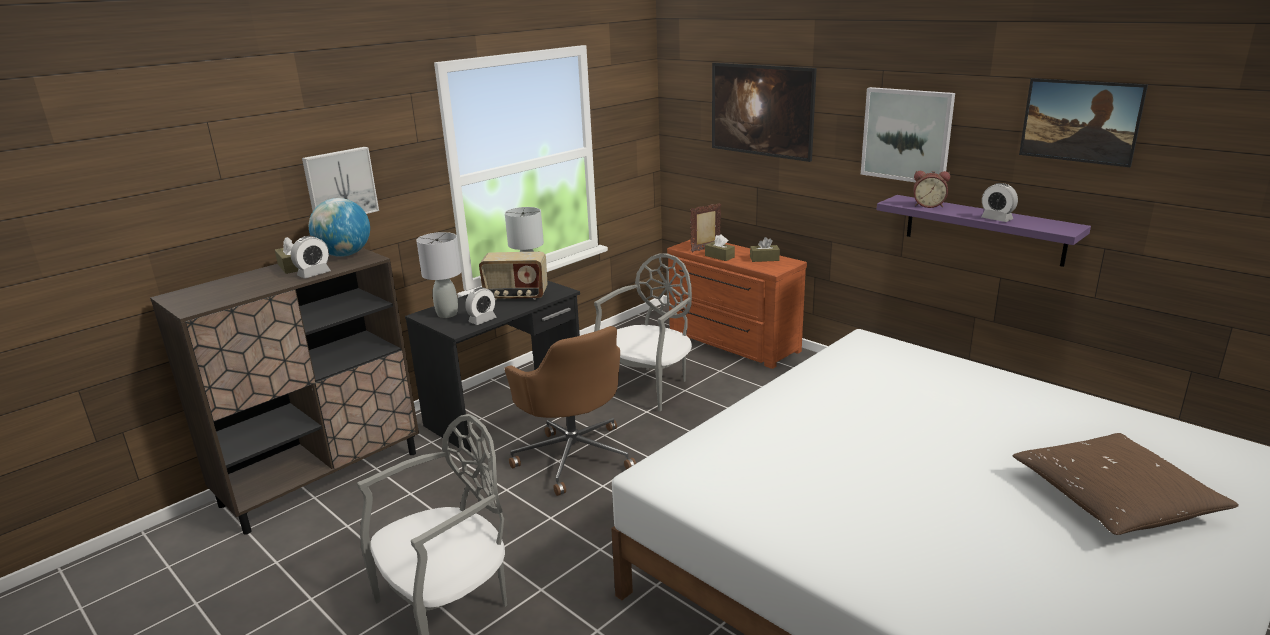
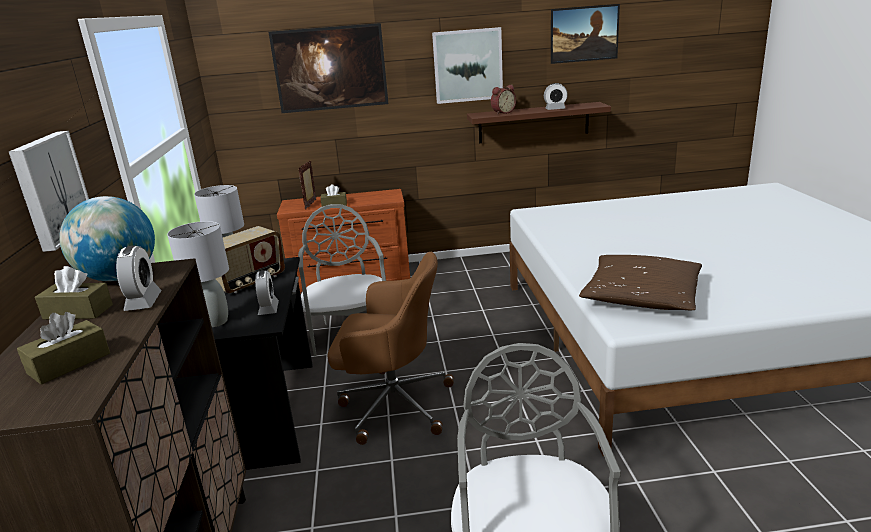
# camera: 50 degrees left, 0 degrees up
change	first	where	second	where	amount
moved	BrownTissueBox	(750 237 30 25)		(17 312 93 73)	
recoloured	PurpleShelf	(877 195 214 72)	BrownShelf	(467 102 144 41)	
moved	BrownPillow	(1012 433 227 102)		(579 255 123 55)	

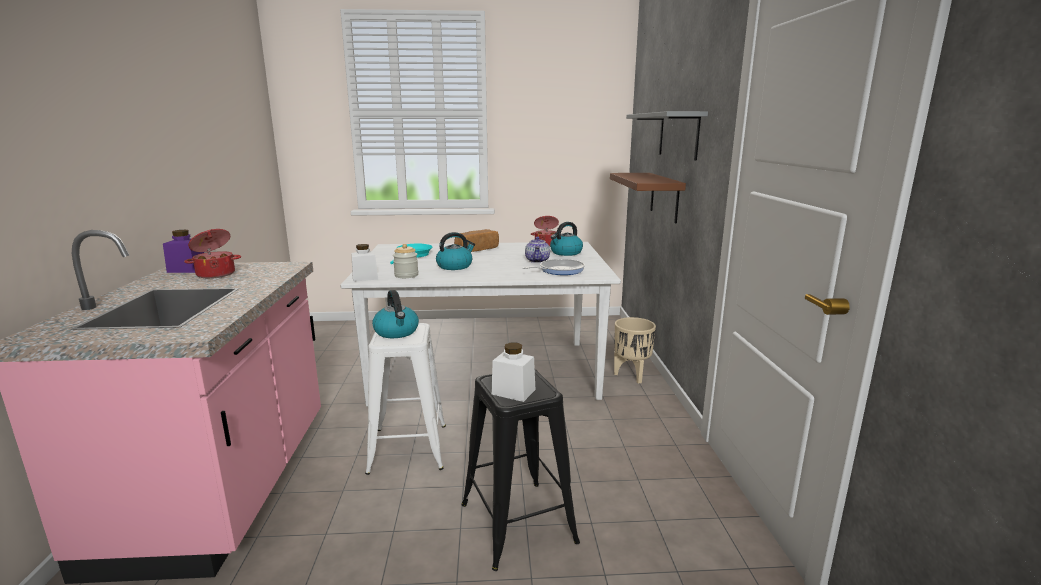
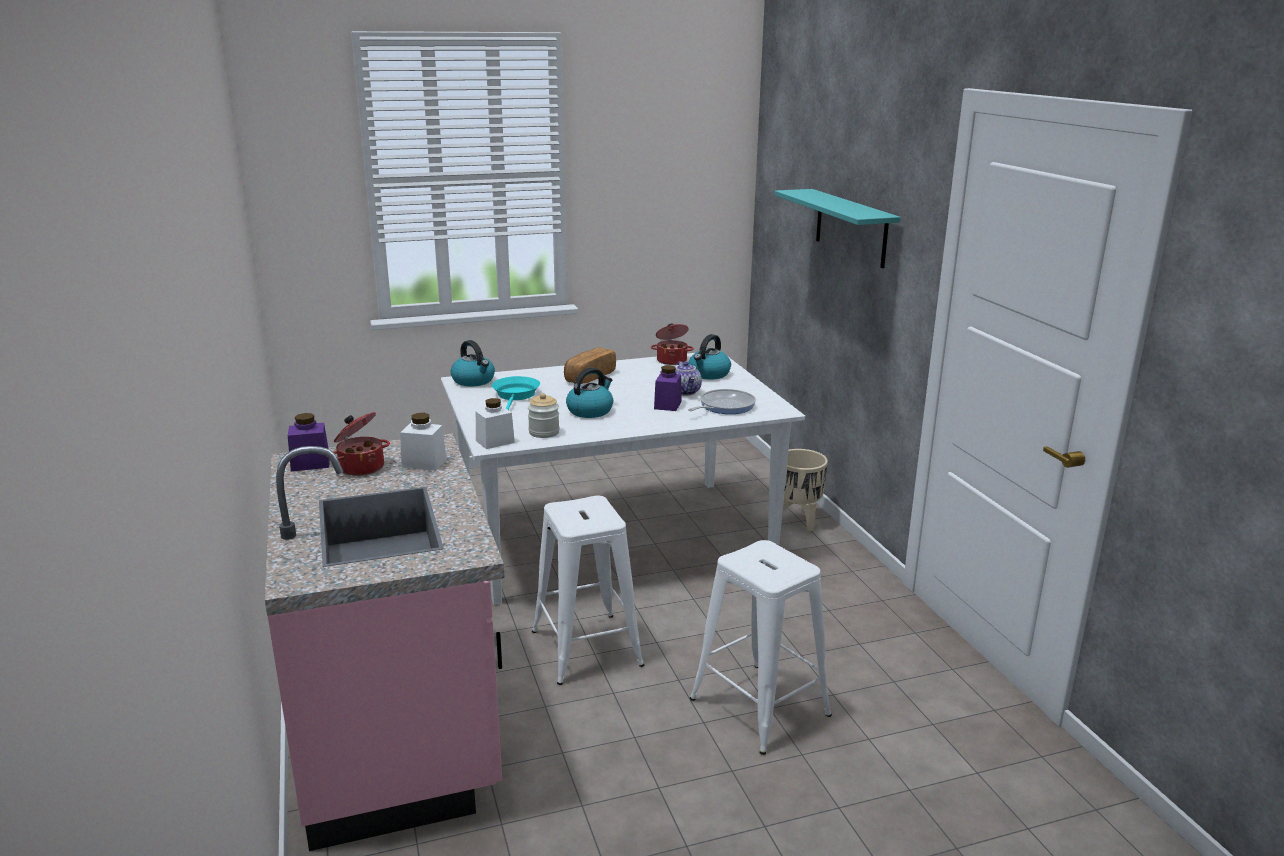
# camera: 15 degrees left, 5 degrees up
change	first	where	second	where	amount
moved	WhiteJar	(491 343 44 59)		(400 413 47 58)	
moved	Kettle	(372 290 47 48)		(451 340 44 46)	
added			PurpleJar	(654 365 28 46)	
recoloured	BlackStool	(462 369 118 202)	WhiteStool	(690 540 142 215)	
recoloured	GreyShelf	(626 111 82 49)	TurquoiseShelf	(774 189 127 79)	
removed	BrownShelf	(610 173 76 51)			

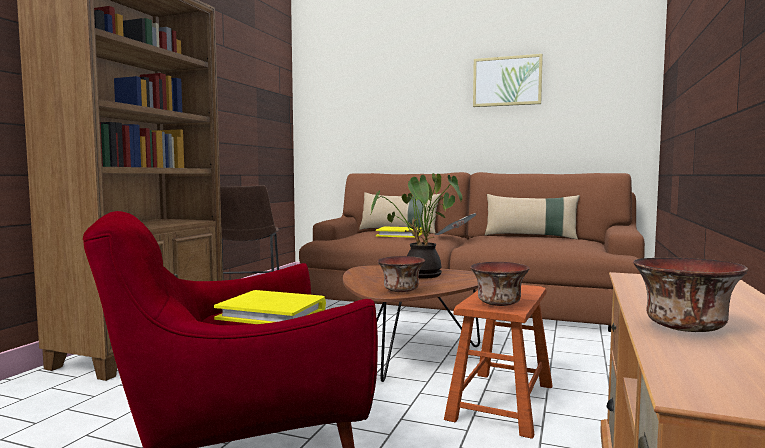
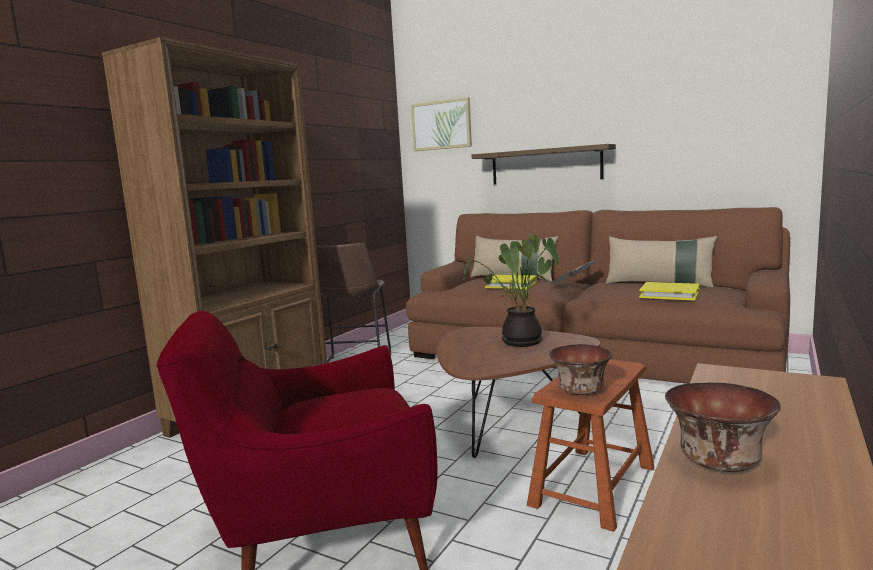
# camera: 10 degrees right, 5 degrees up
change	first	where	second	where	amount
moved	Picture	(473 54 70 53)		(411 97 61 54)	
added			Shelf	(472 144 144 40)	
moved	YellowBook	(214 290 112 34)		(639 282 61 18)	
removed	Bowl	(377 256 48 36)			

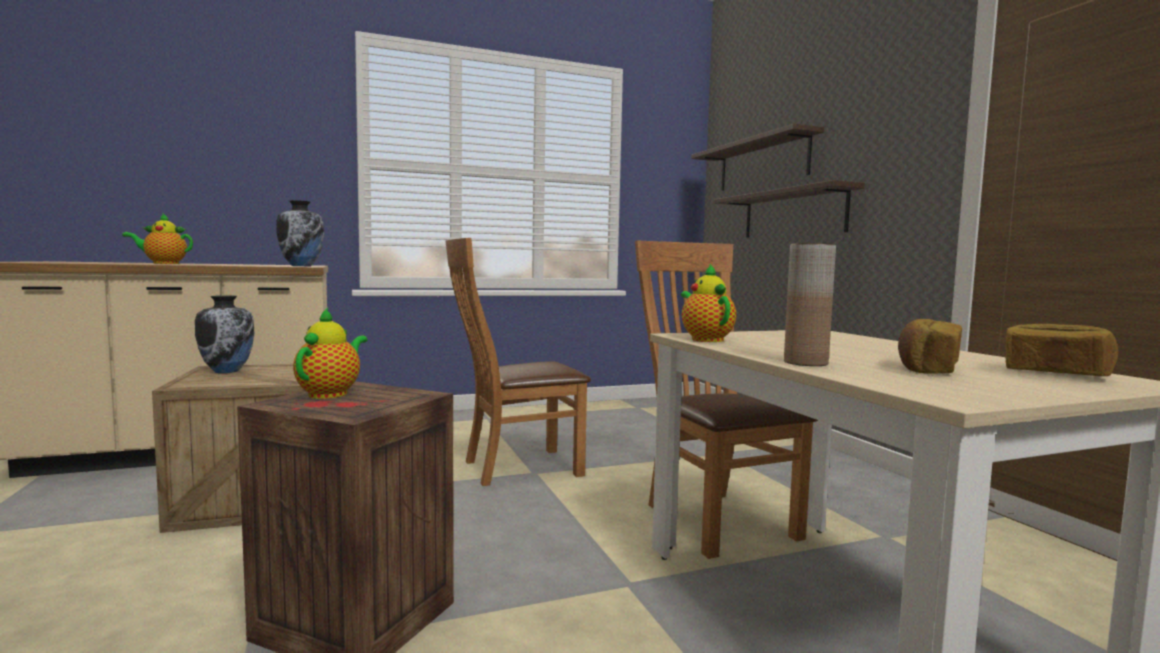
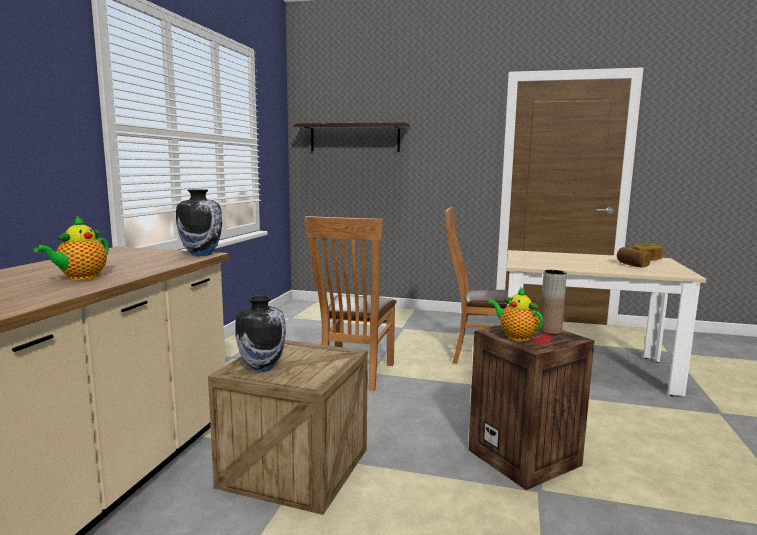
# camera: 55 degrees left, 5 degrees up
change	first	where	second	where	amount
moved	BrownVase	(784 243 52 123)		(539 270 28 64)	
removed	Teapot	(681 264 55 78)			
removed	Shelf	(714 180 151 58)			

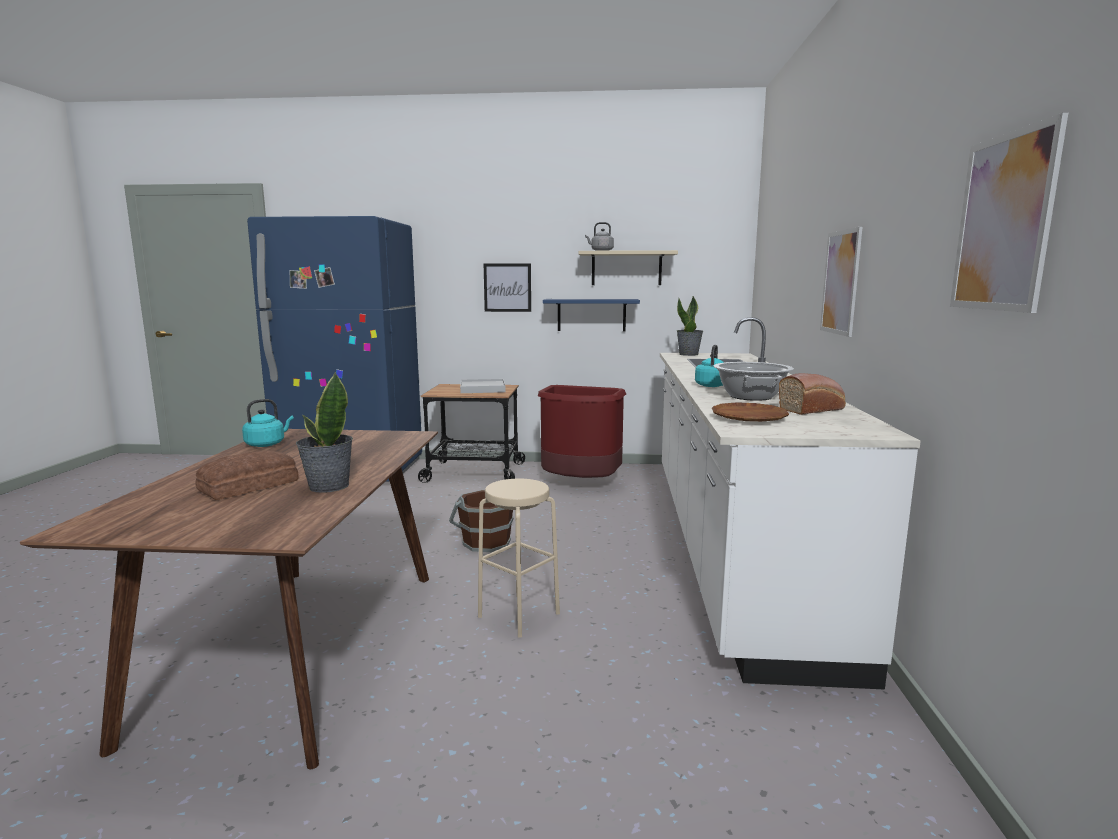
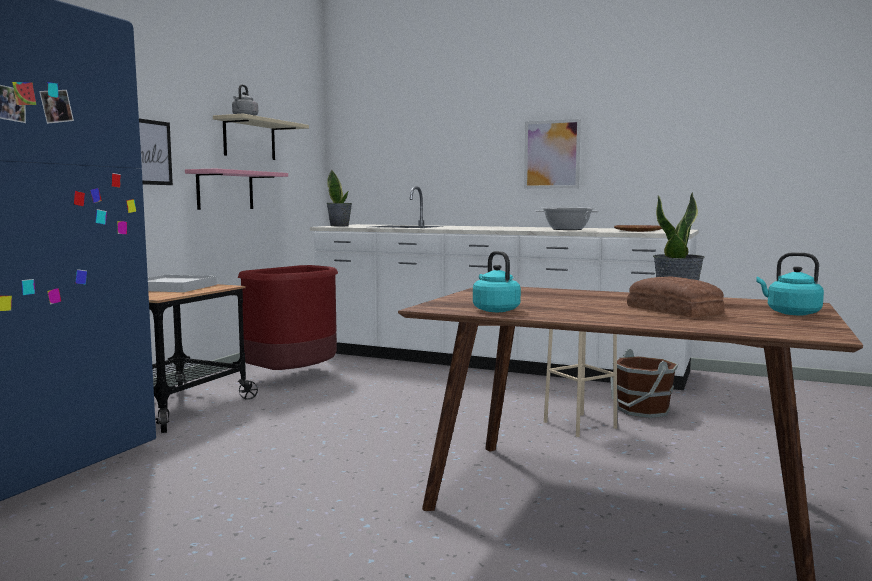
# camera: 70 degrees left, 5 degrees down
change	first	where	second	where	amount
recoloured	BlueShelf	(543 299 97 32)	PinkShelf	(185 169 103 41)	
moved	BrownBucket	(449 490 65 62)		(610 349 68 69)	
moved	TurquoiseKettle	(695 345 29 42)		(756 252 68 63)	
removed	Bread	(779 373 67 42)			
removed	Picture	(950 113 118 200)			

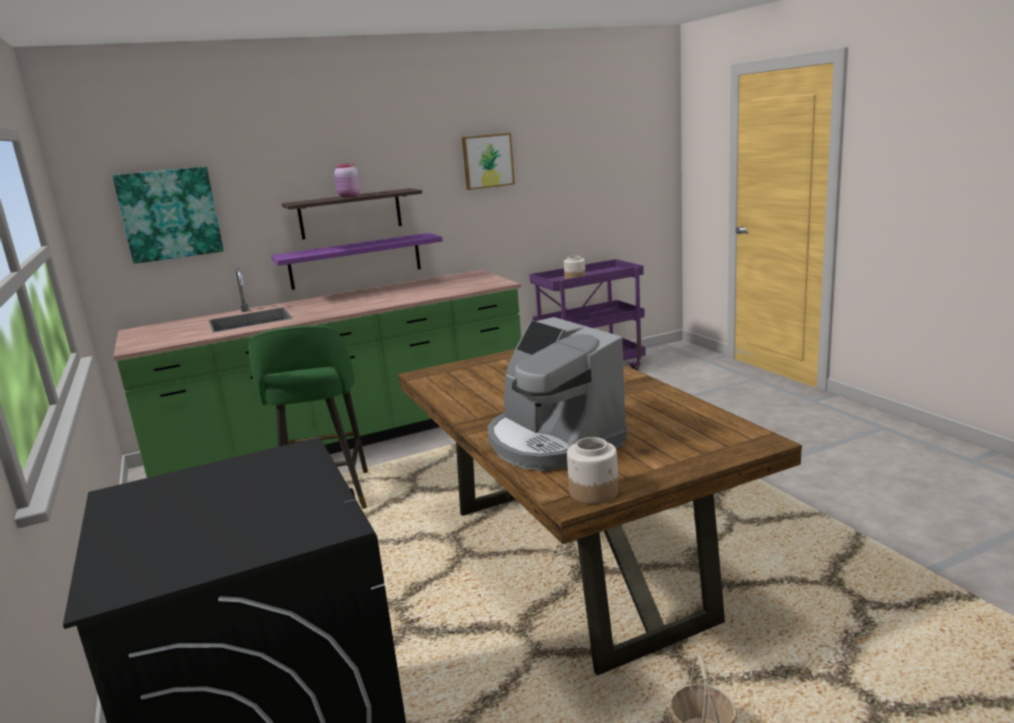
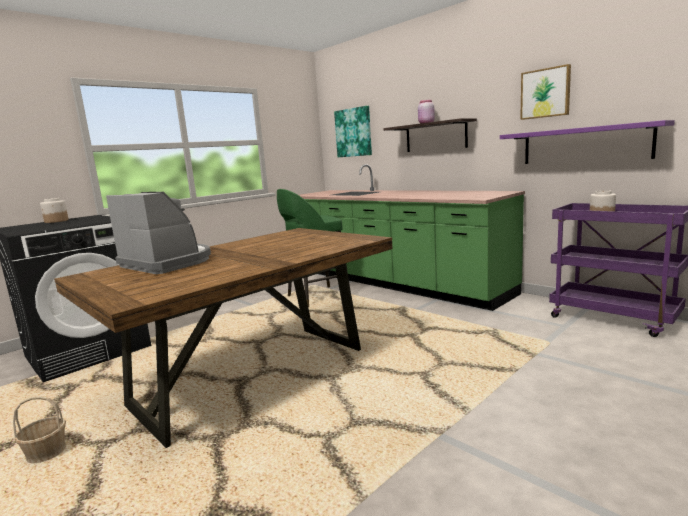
# camera: 70 degrees right, 5 degrees down
change	first	where	second	where	amount
moved	Jar	(567 437 51 67)		(40 198 29 25)	
turned	CoffeeMachine	(488 317 140 154)		(106 192 105 82)	90 degrees clockwise
moved	PurpleShelf	(271 233 172 57)		(500 120 175 44)	

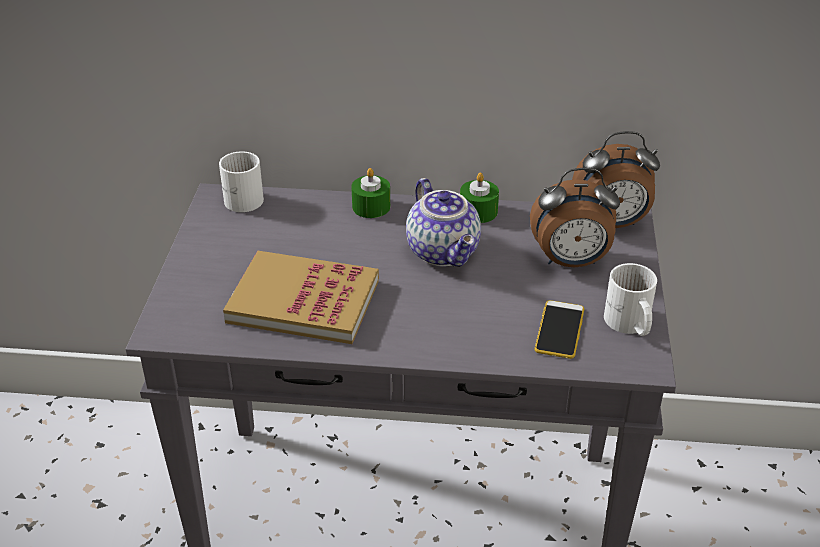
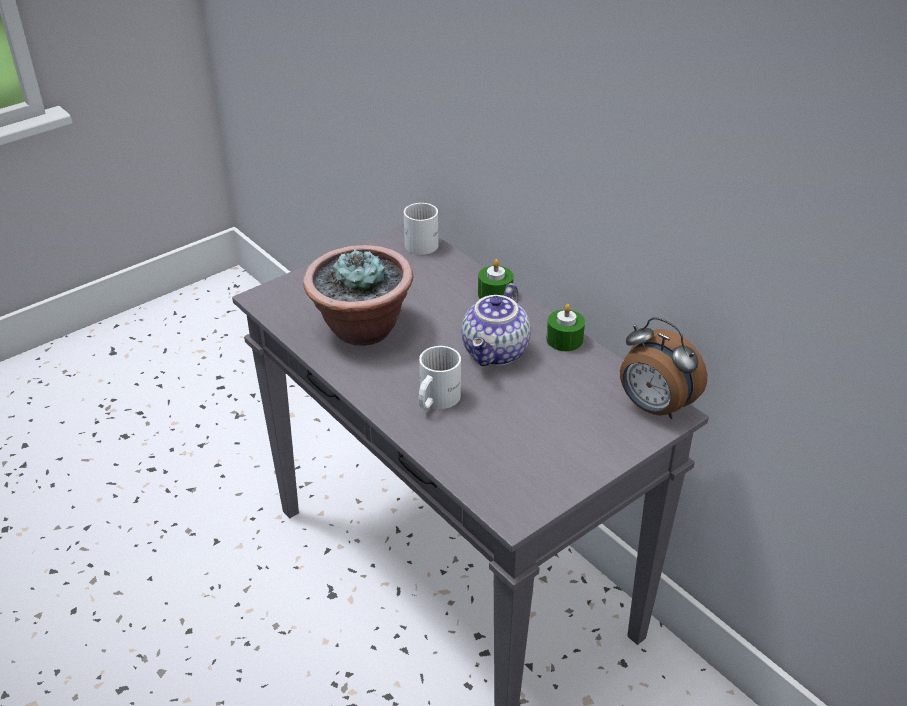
# camera: 45 degrees right, 0 degrees up
change	first	where	second	where	amount
replaced	Book	(223 251 156 93)	PottedPlant	(303 245 110 101)	
moved	WhiteMug	(604 263 53 73)		(419 346 42 63)	
removed	AlarmClock	(530 168 90 99)			
removed	Phone	(535 300 49 59)			

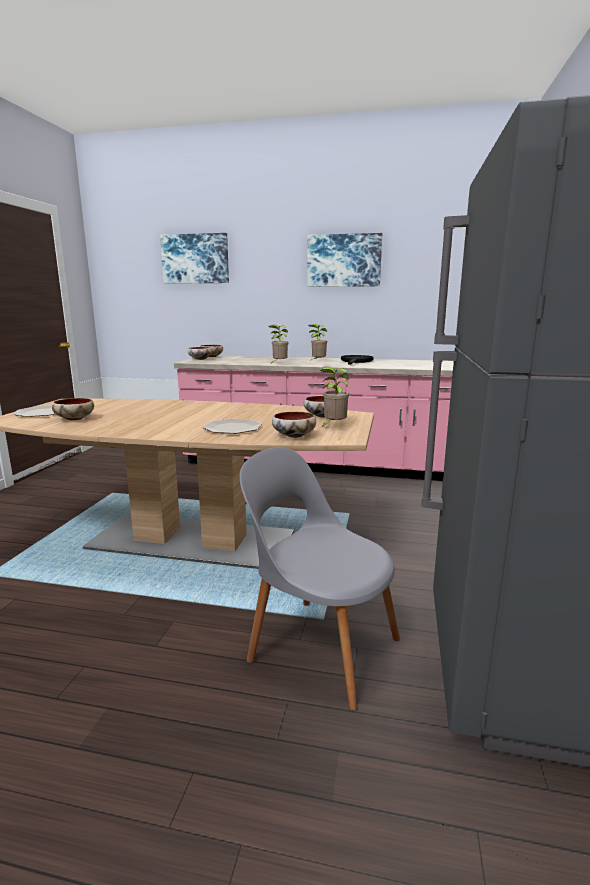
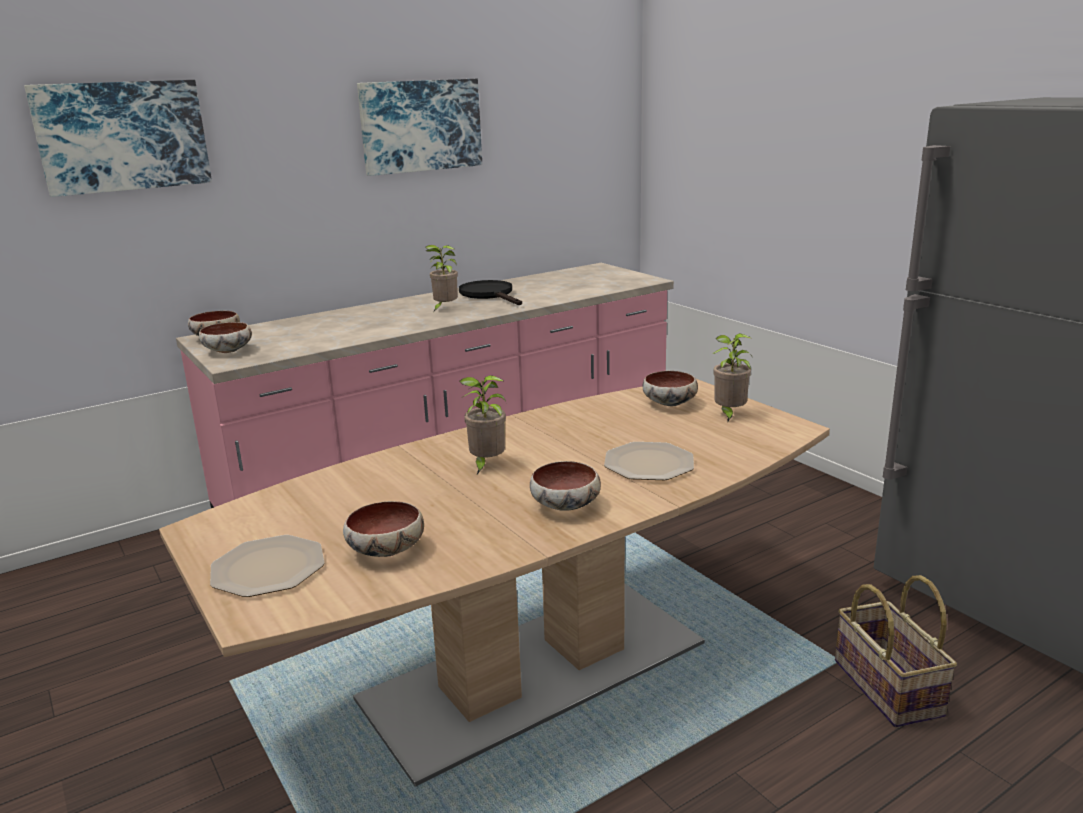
# camera: 45 degrees left, 5 degrees up
change	first	where	second	where	amount
moved	PottedPlant	(268 325 20 38)		(459 375 47 99)	
moved	Bowl	(272 412 44 26)		(530 461 71 50)	
replaced	GreyChair	(240 447 160 264)	Basket	(835 575 122 152)	

